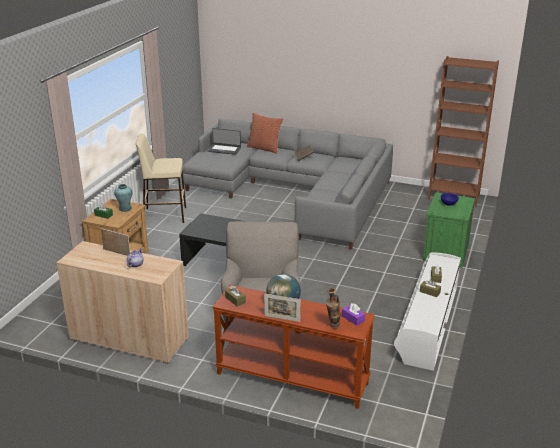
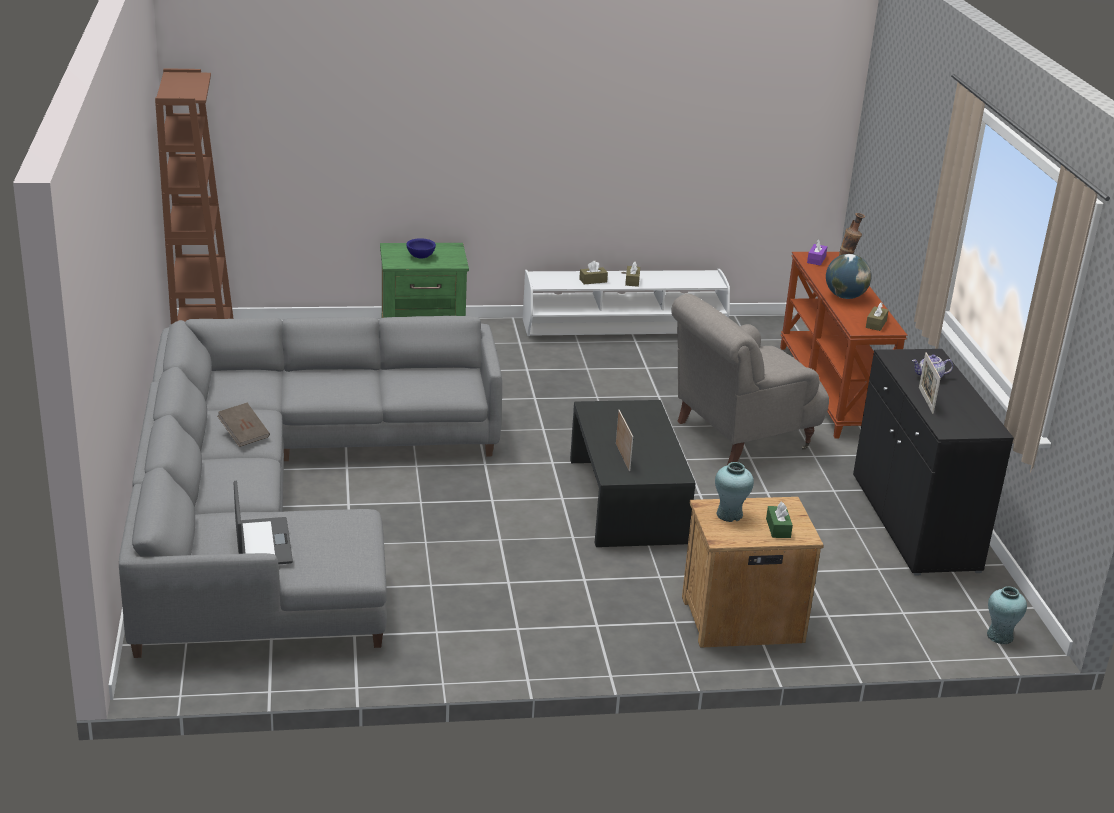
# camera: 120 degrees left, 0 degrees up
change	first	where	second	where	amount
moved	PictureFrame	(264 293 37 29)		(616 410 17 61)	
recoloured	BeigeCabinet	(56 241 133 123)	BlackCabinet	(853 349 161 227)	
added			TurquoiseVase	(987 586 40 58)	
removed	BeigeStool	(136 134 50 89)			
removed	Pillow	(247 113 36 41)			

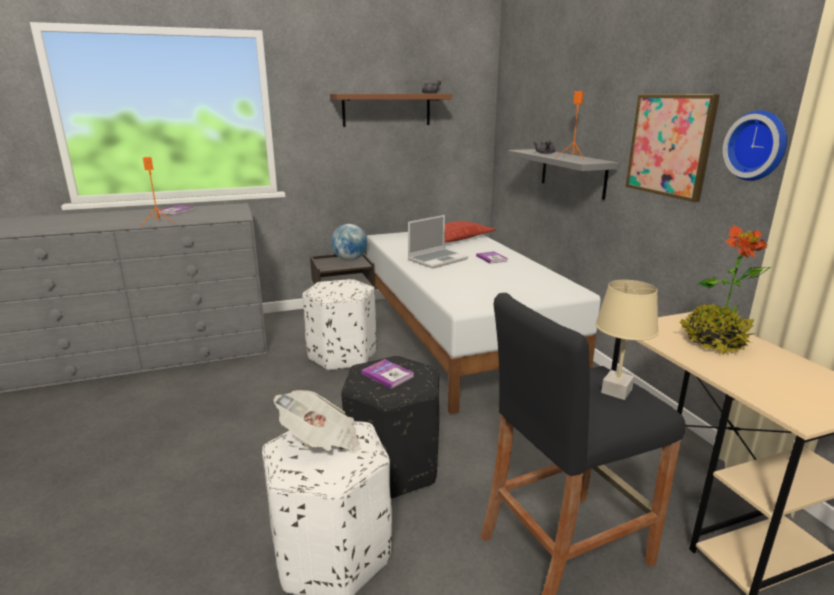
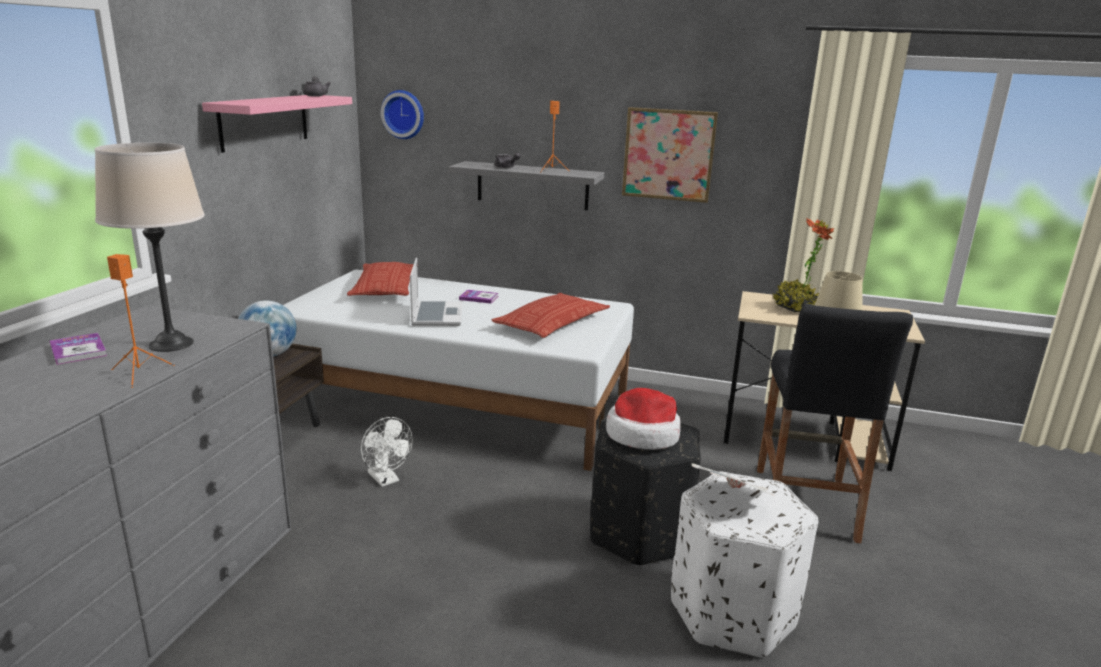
# camera: 55 degrees left, 0 degrees up
change	first	where	second	where	amount
added			BeigeTableLamp	(95 143 110 209)	
recoloured	BrownShelf	(330 94 122 33)	PinkShelf	(202 95 150 58)	
replaced	WhiteOttoman	(302 279 74 92)	WhiteFan	(361 417 52 70)	
moved	WallClock	(723 110 64 71)		(381 90 43 49)	
added			Pillow	(492 293 118 45)	
replaced	Book	(361 359 52 30)	Hat	(606 388 75 62)	

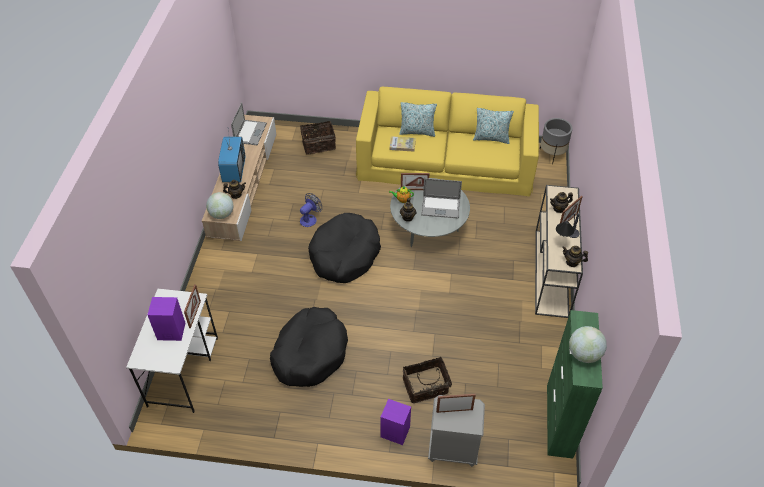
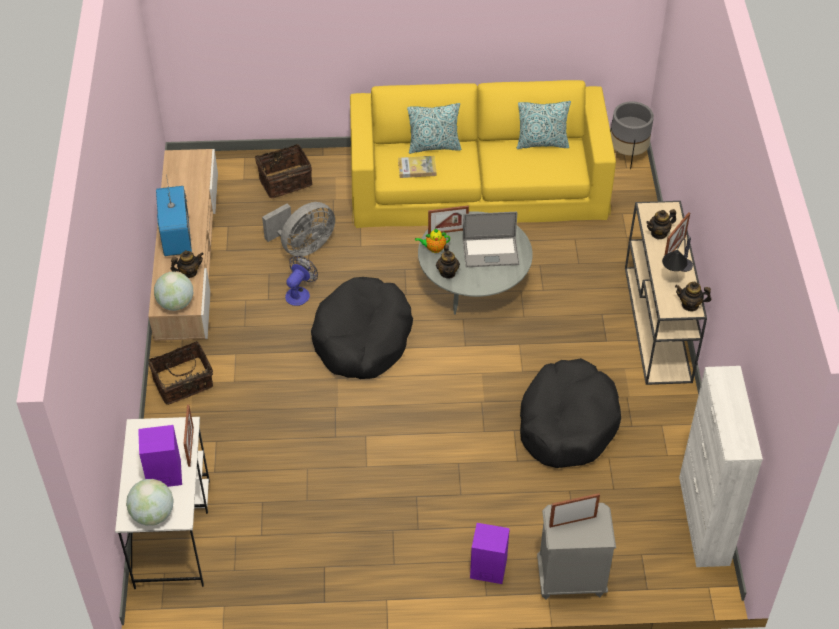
# camera: 10 degrees left, 0 degrees up
change	first	where	second	where	amount
moved	Globe	(569 326 38 37)		(126 479 48 47)	
moved	Basket	(403 357 49 46)		(148 341 65 64)	
added			GreyFan	(262 202 73 55)	
moved	BlackDogBed	(270 307 78 80)		(520 358 101 110)	
recoloured	GreenCabinet	(547 310 56 148)	WhiteCabinet	(679 366 84 201)	
removed	Laptop	(231 102 36 43)			

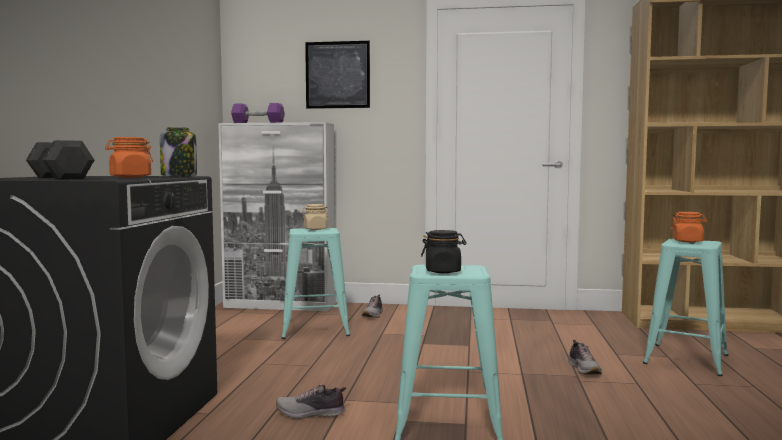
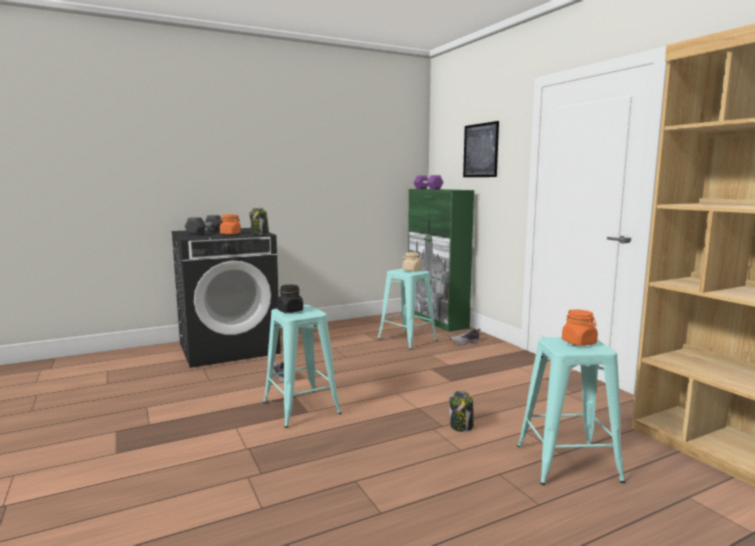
# camera: 55 degrees right, 5 degrees up
change	first	where	second	where	amount
recoloured	WhiteCabinet	(218 122 118 189)	GreenCabinet	(408 189 66 143)	
replaced	Shoe	(568 340 34 35)	Jar	(449 390 25 42)	

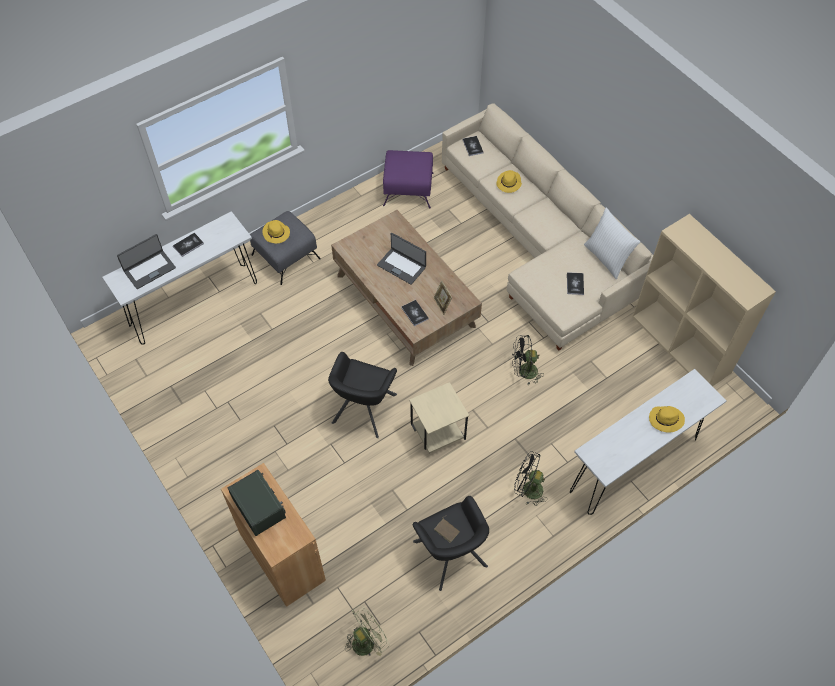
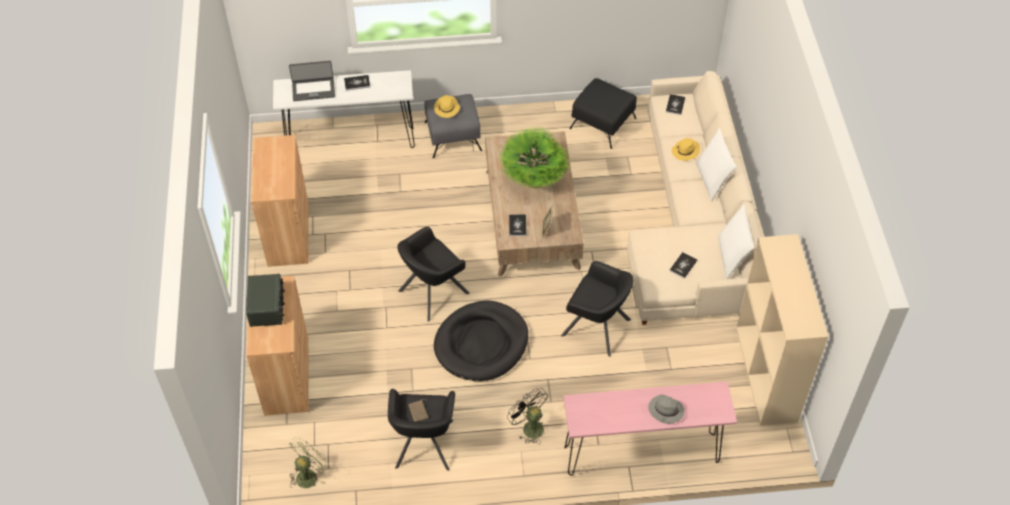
# camera: 30 degrees right, 5 degrees down
change	first	where	second	where	amount
added			BrownCabinet	(251 135 57 132)	
turned	GreenFan	(345 605 44 51)		(289 437 42 51)	45 degrees counterclockwise
replaced	BeigeSideTable	(409 382 60 71)	BlackDogBed	(434 301 94 80)	
replaced	Laptop	(377 233 49 52)	PottedPlant	(499 126 72 63)	
replaced	BlackFan	(512 335 30 49)	BlackArmchair	(561 261 73 96)	
recoloured	WhiteConsoleTable	(570 369 157 146)	PinkConsoleTable	(563 381 174 95)	
recoloured	PurpleOttoman	(383 150 50 58)	BlackOttoman	(569 78 68 71)	
recoloured	YellowHat	(649 406 36 27)	GreyHat	(648 394 37 30)	
added			WhitePillow	(696 128 41 74)	

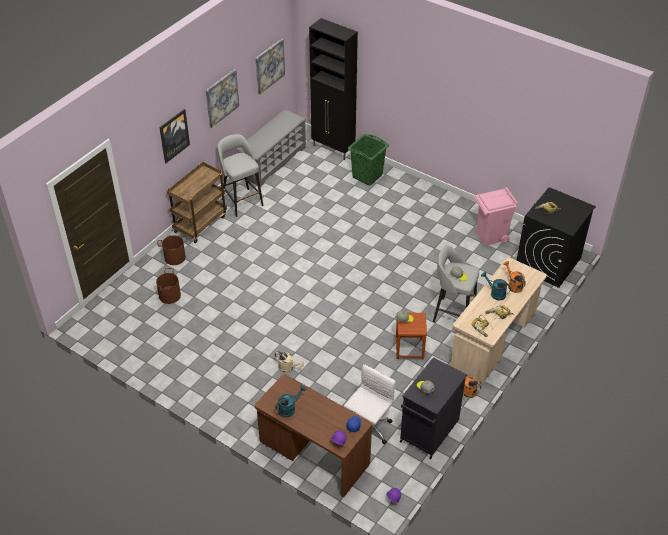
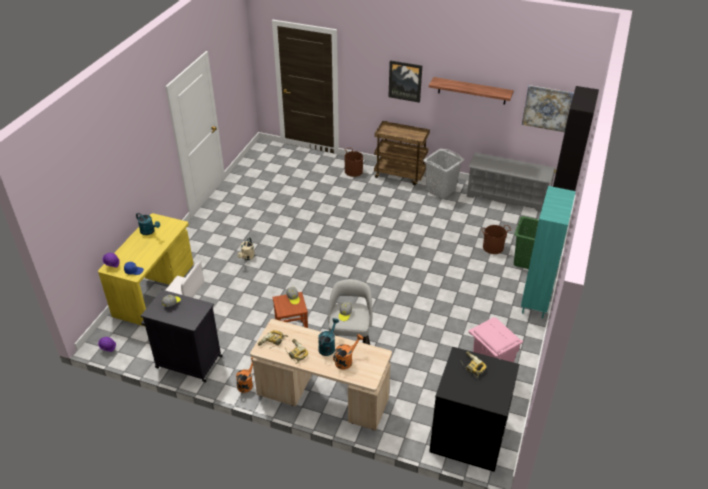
# camera: 75 degrees right, 5 degrees down
change	first	where	second	where	amount
recoloured	BrownDesk	(255 374 117 123)	YellowDesk	(98 213 96 113)	
replaced	GreyStool	(218 134 46 83)	GreyLaundryBasket	(423 149 41 50)	
replaced	Picture	(206 69 33 59)	Shelf	(429 77 85 28)	
moved	BrownBucket	(156 268 25 36)		(481 225 30 29)	
added			TurquoiseBookcase	(521 186 55 133)	

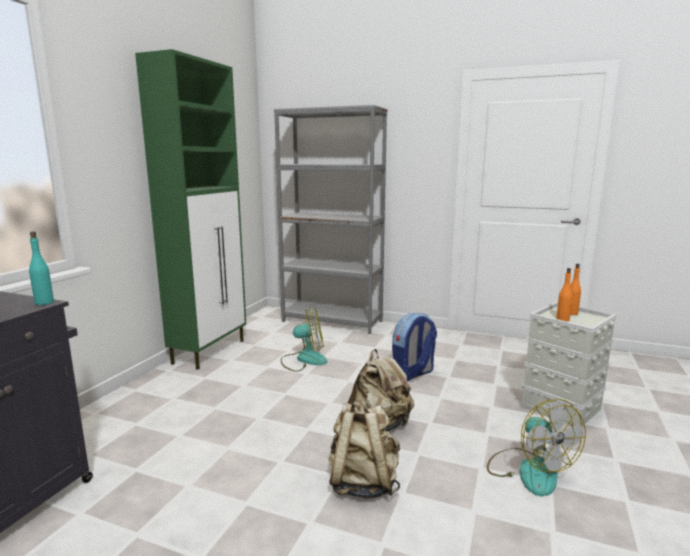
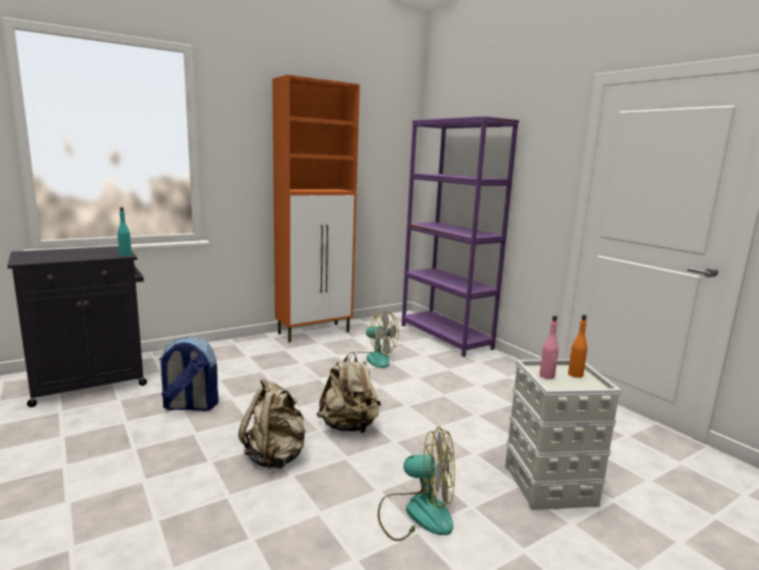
# camera: 35 degrees right, 0 degrees up
change	first	where	second	where	amount
moved	Backpack	(392 313 45 68)		(159 337 60 74)	
recoloured	GreenCabinet	(135 49 111 321)	OrangeCabinet	(272 75 88 268)	
turned	Fan	(487 399 99 97)		(378 427 77 114)	90 degrees counterclockwise
recoloured	GreyBookcase	(274 105 114 229)	PurpleBookcase	(402 116 117 241)	
recoloured	OrangeBottle	(556 268 16 54)	PinkBottle	(540 315 19 64)	

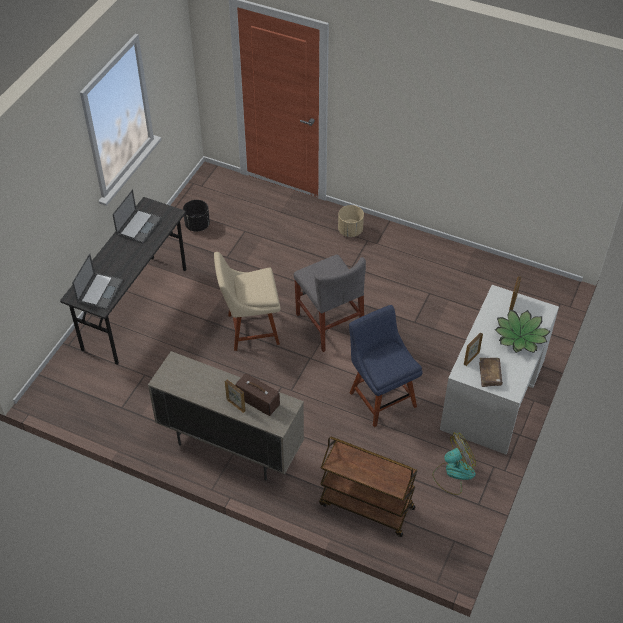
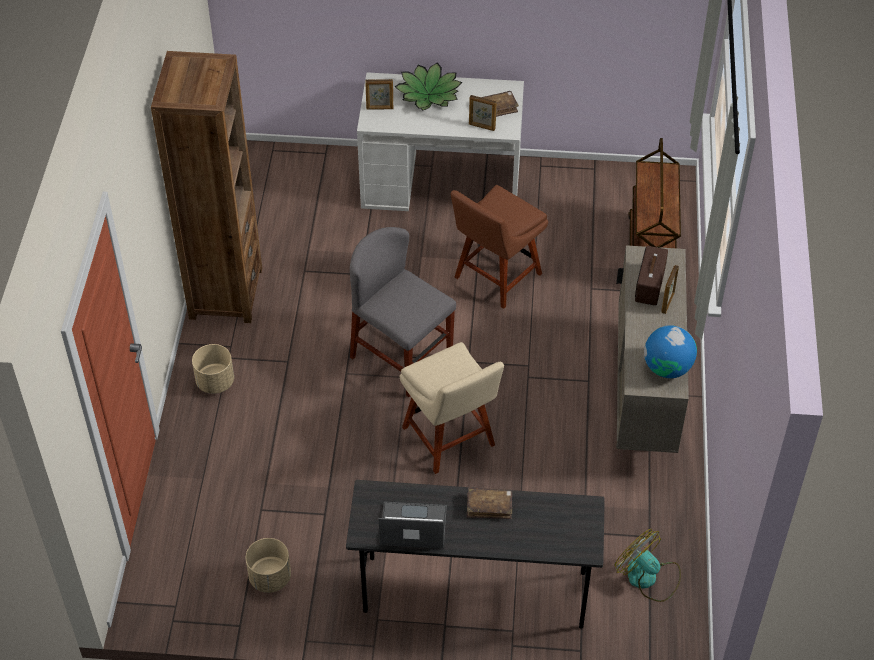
# camera: 110 degrees left, 0 degrees up
change	first	where	second	where	amount
added			BrownBookcase	(151 51 111 272)	
recoloured	BlackPlanter	(183 200 27 32)	BeigePlanter	(246 538 45 55)	
turned	GreyChair	(294 254 72 98)		(350 227 106 170)	90 degrees counterclockwise
recoloured	BlueChair	(349 305 74 122)	BrownChair	(451 185 97 124)	
added			BrownBook	(467 488 45 31)	
moved	Fan	(432 433 44 62)		(614 529 67 73)	
added			Globe	(644 325 53 53)	
removed	Laptop	(72 253 51 57)			

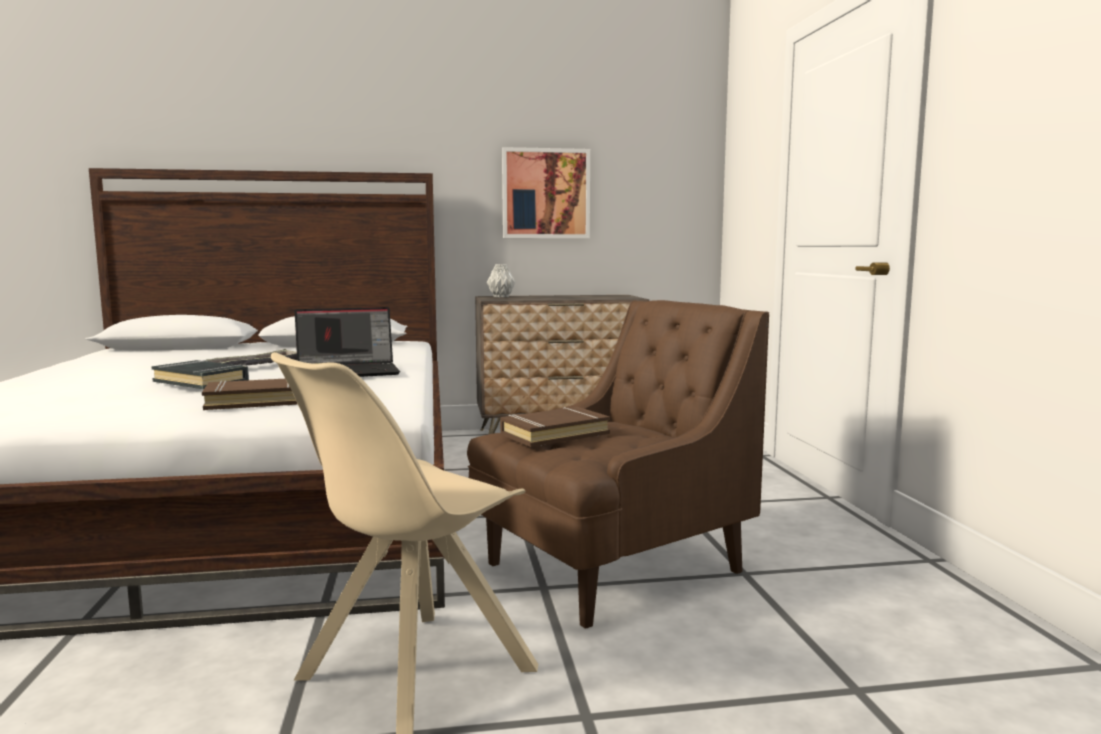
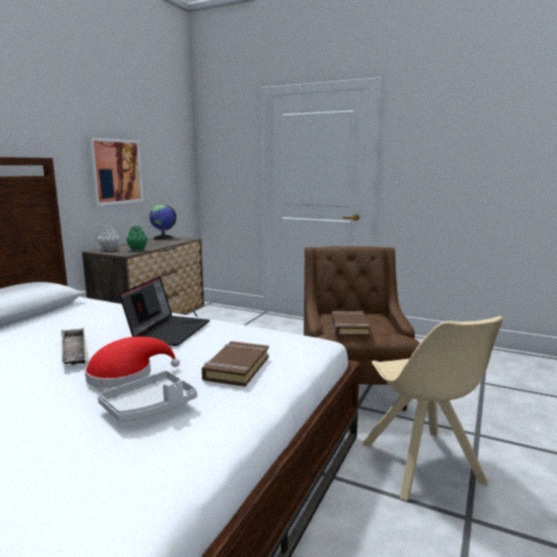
# camera: 55 degrees left, 5 degrees up
change	first	where	second	where	amount
replaced	BlackBook	(151 360 98 29)	RedHat	(85 337 95 51)	
added			GreyTray	(98 370 99 52)	
added			GreenVase	(126 226 22 25)	
added			Globe	(149 204 28 36)	

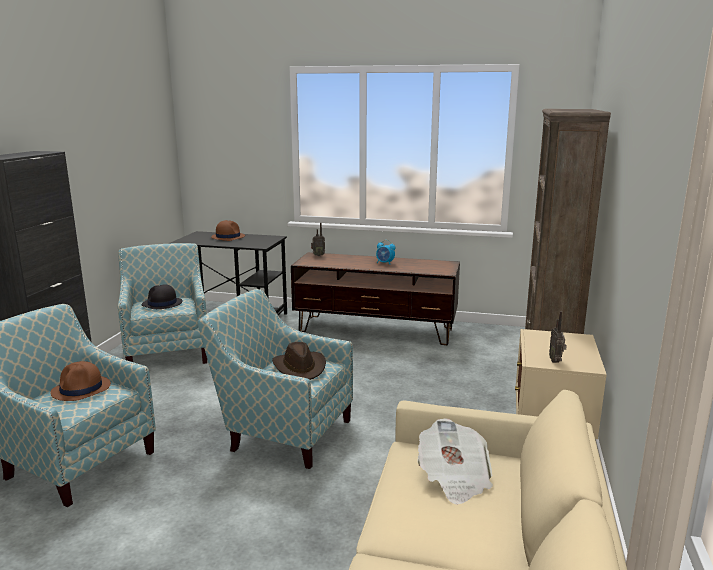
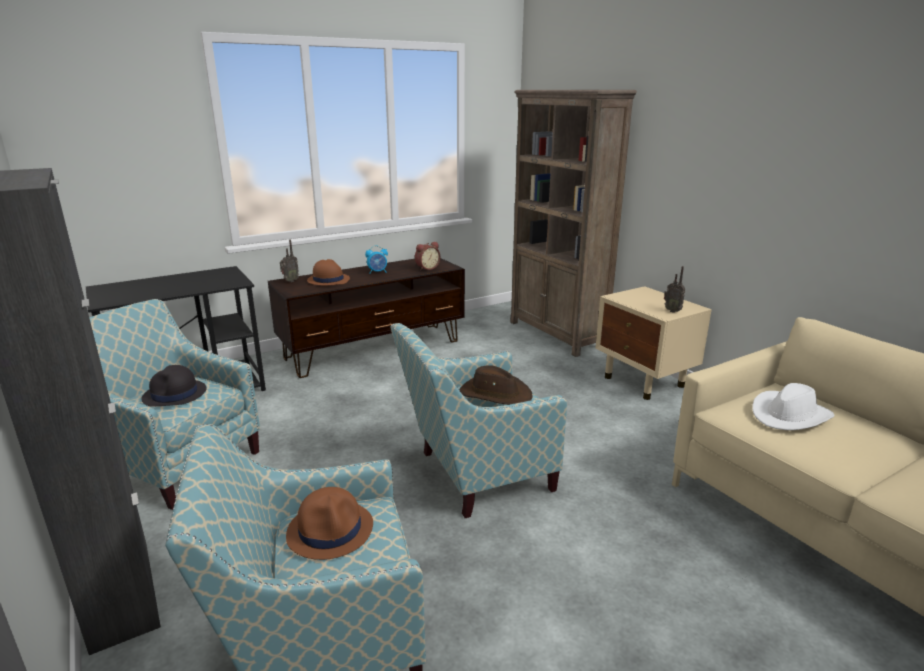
# camera: 45 degrees left, 5 degrees up
change	first	where	second	where	amount
moved	BrownHat	(211 220 34 21)		(307 259 43 26)	
added			AlarmClock	(415 242 25 29)	
replaced	Newspaper	(417 419 76 86)	WhiteHat	(752 383 83 47)	

